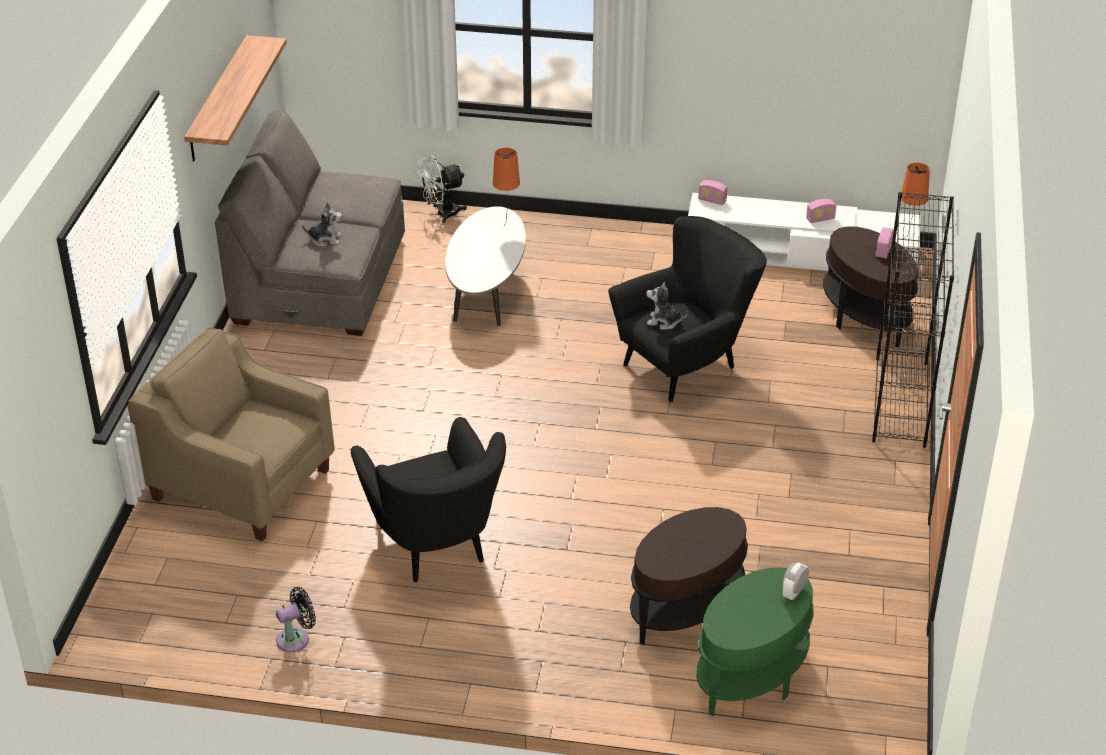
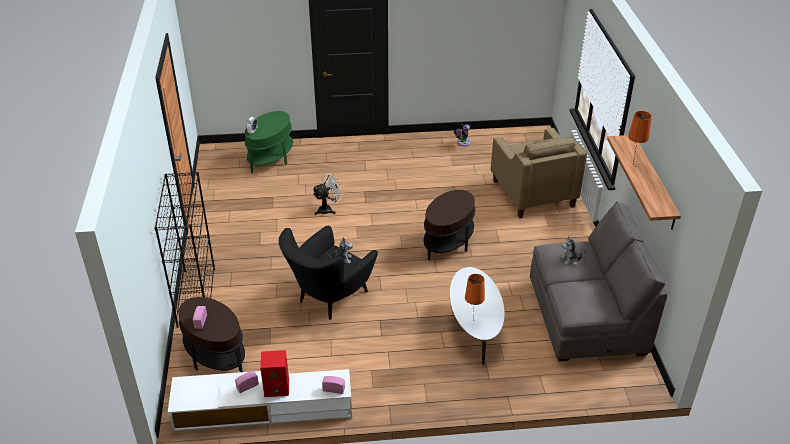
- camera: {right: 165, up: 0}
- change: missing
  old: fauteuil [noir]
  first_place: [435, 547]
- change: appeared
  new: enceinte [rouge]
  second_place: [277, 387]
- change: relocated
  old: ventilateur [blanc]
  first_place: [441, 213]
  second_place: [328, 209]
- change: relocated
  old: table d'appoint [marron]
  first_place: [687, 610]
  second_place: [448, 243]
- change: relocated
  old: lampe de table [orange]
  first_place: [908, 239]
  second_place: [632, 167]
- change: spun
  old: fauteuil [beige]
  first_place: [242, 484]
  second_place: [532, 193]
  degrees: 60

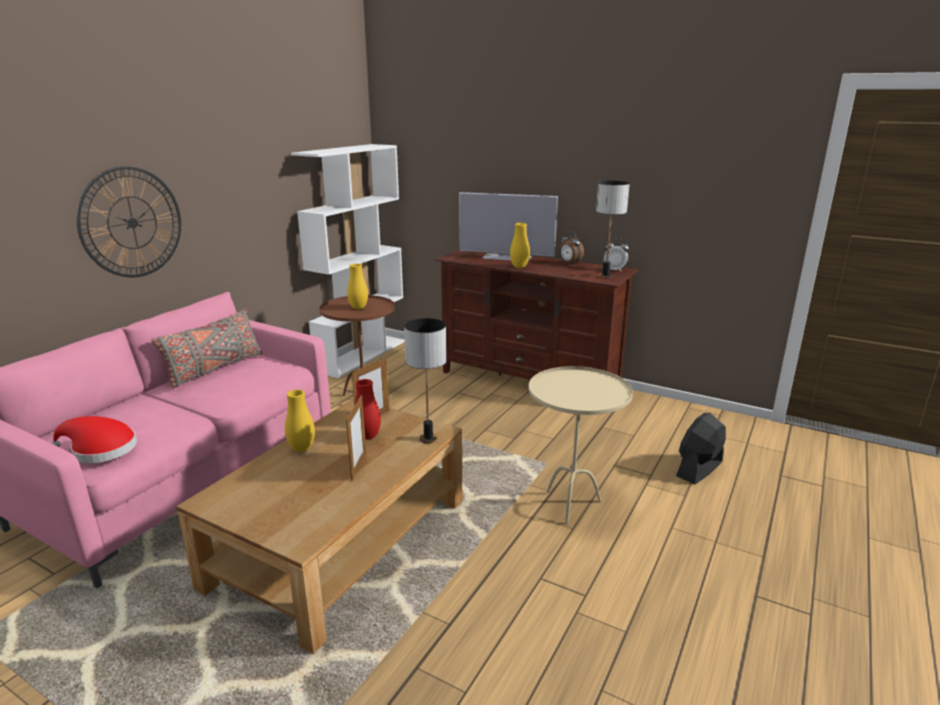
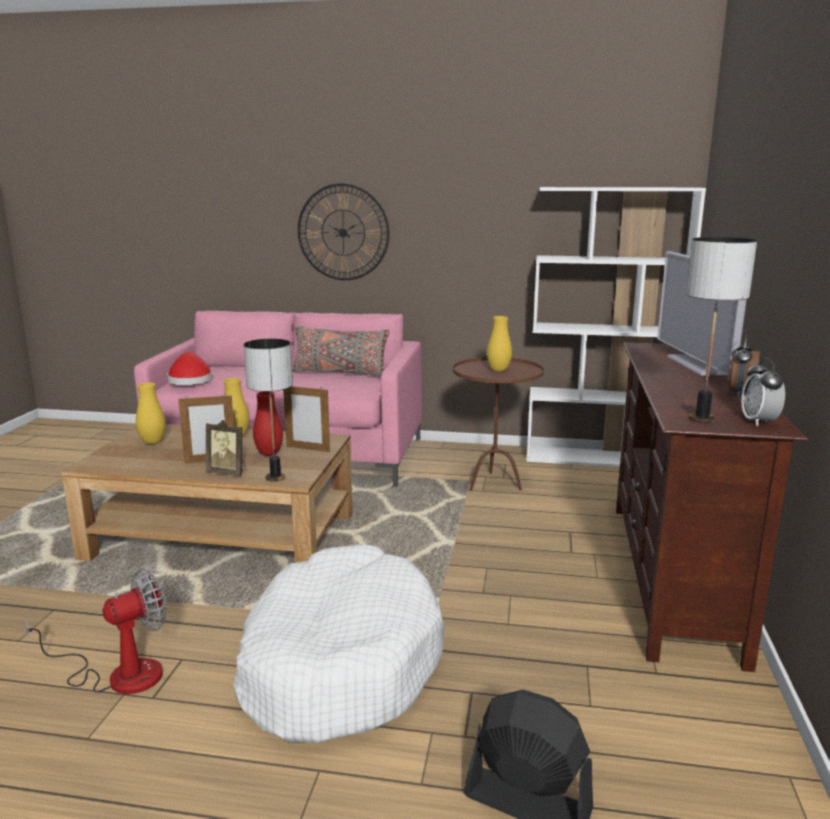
- camera: {right: 70, up: -5}
- change: appeared
  new: ventilateur
  second_place: [119, 674]
- change: appeared
  new: cadre photo
  second_place: [228, 472]
- change: relocated
  old: vase [jaune]
  first_place: [519, 267]
  second_place: [153, 442]
- change: exchanged
  old: table d'appoint [beige]
  new: panier pour chien [blanc]
  first_place: [571, 505]
  second_place: [339, 662]

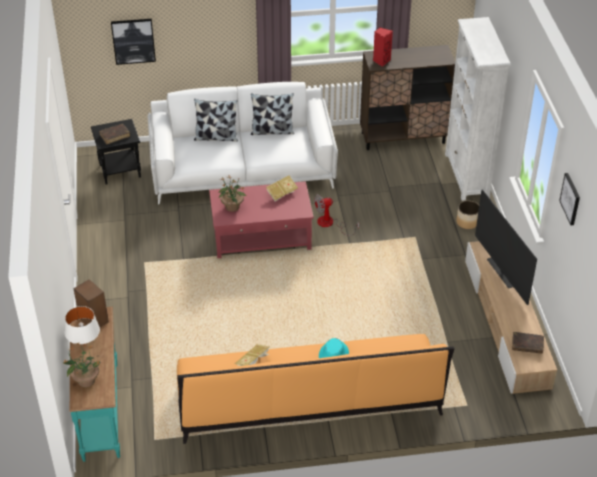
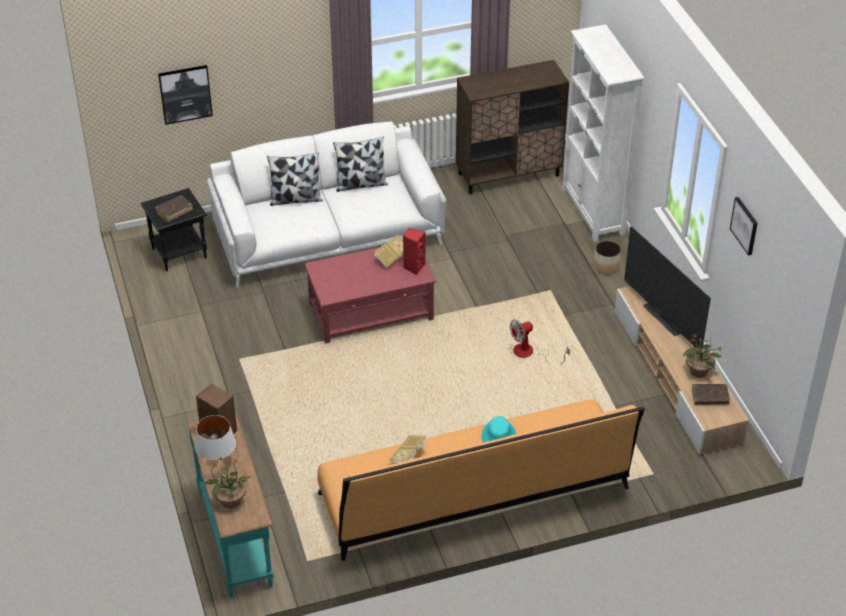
- camera: {right: -10, up: 0}
- change: relocated
  old: plante en pot
  first_place: [232, 207]
  second_place: [699, 372]
- change: relocated
  old: ventilateur
  first_place: [330, 224]
  second_place: [530, 353]
- change: relocated
  old: enceinte [rouge]
  first_place: [381, 61]
  second_place: [413, 267]

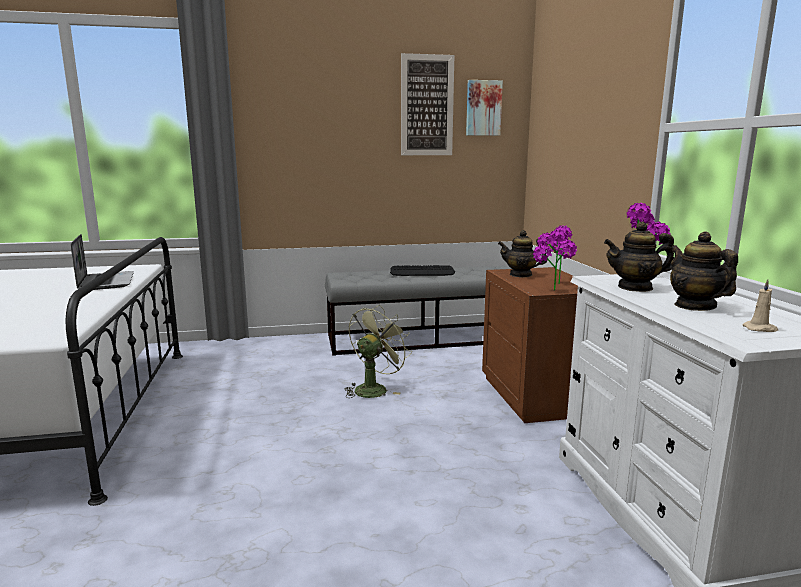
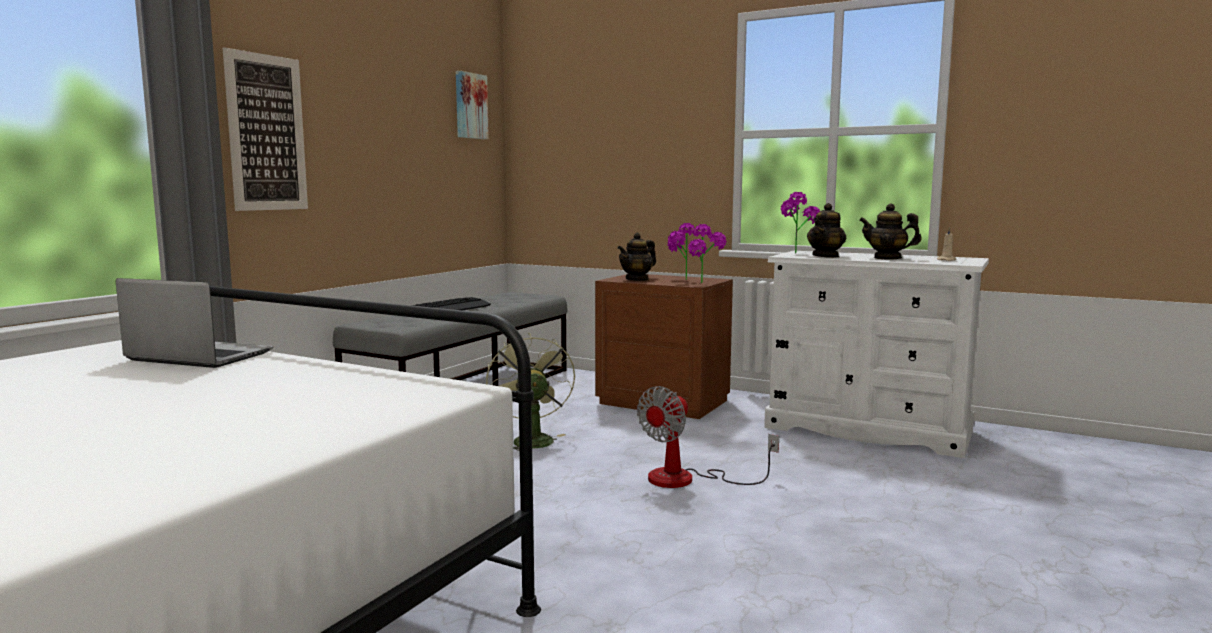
- camera: {right: -50, up: -5}
- change: appeared
  new: ventilateur
  second_place: [687, 479]
- change: relocated
  old: tableau
  first_place: [427, 105]
  second_place: [266, 133]

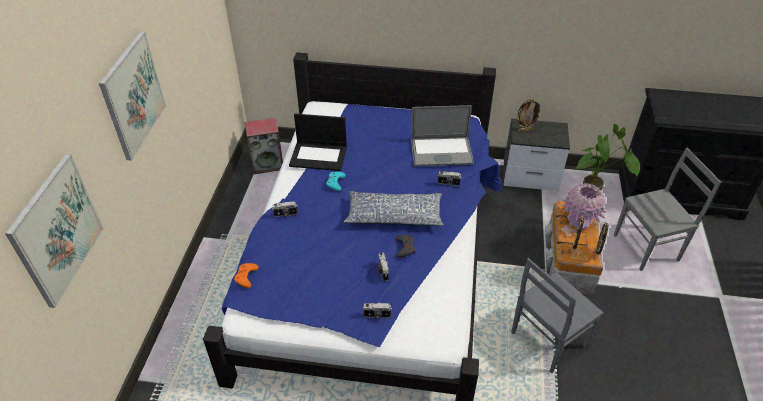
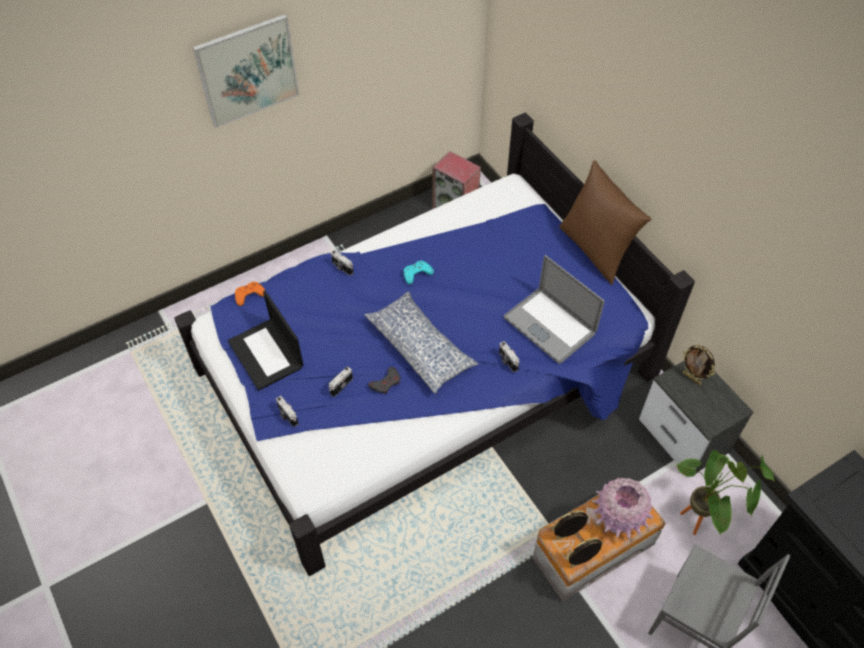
- camera: {right: 50, up: 10}
- change: missing
  old: tableau
  first_place: [57, 230]
- change: missing
  old: chaise [gris]
  first_place: [546, 340]
- change: appeared
  new: coussin [marron]
  second_place: [596, 250]
- change: relocated
  old: ordinateur portable
  first_place: [319, 156]
  second_place: [267, 354]

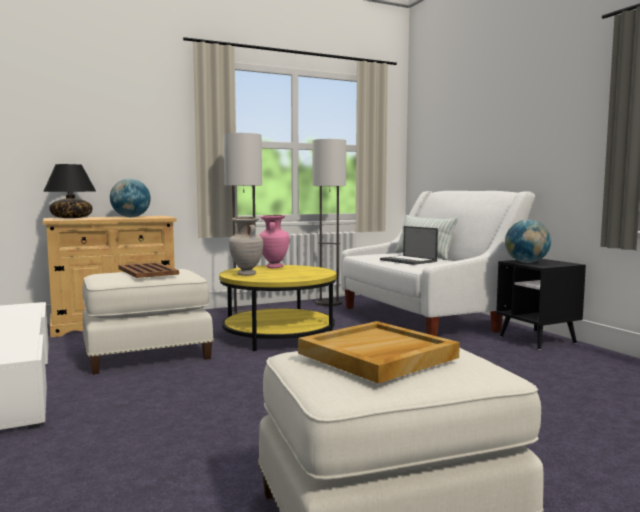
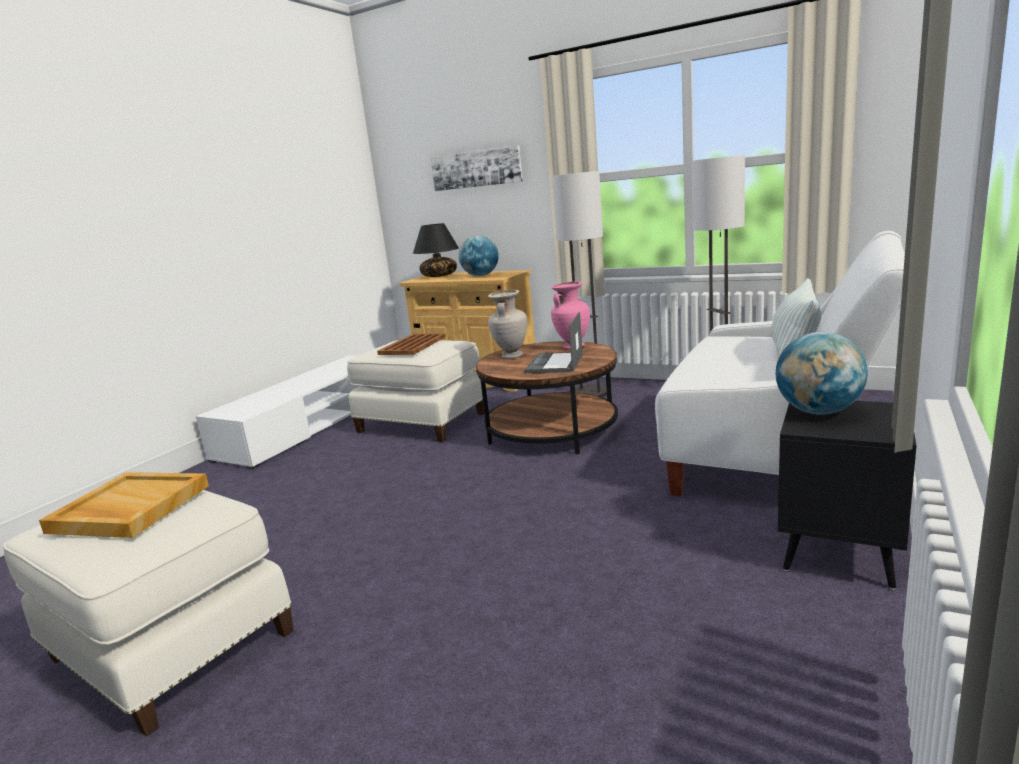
- camera: {right: 55, up: 10}
- change: appeared
  new: tableau
  second_place: [476, 169]
- change: relocated
  old: ordinateur portable
  first_place: [409, 261]
  second_place: [555, 364]
- change: colour
  old: table basse [jaune]
  new: table basse [marron]
  first_place: [279, 335]
  second_place: [552, 430]

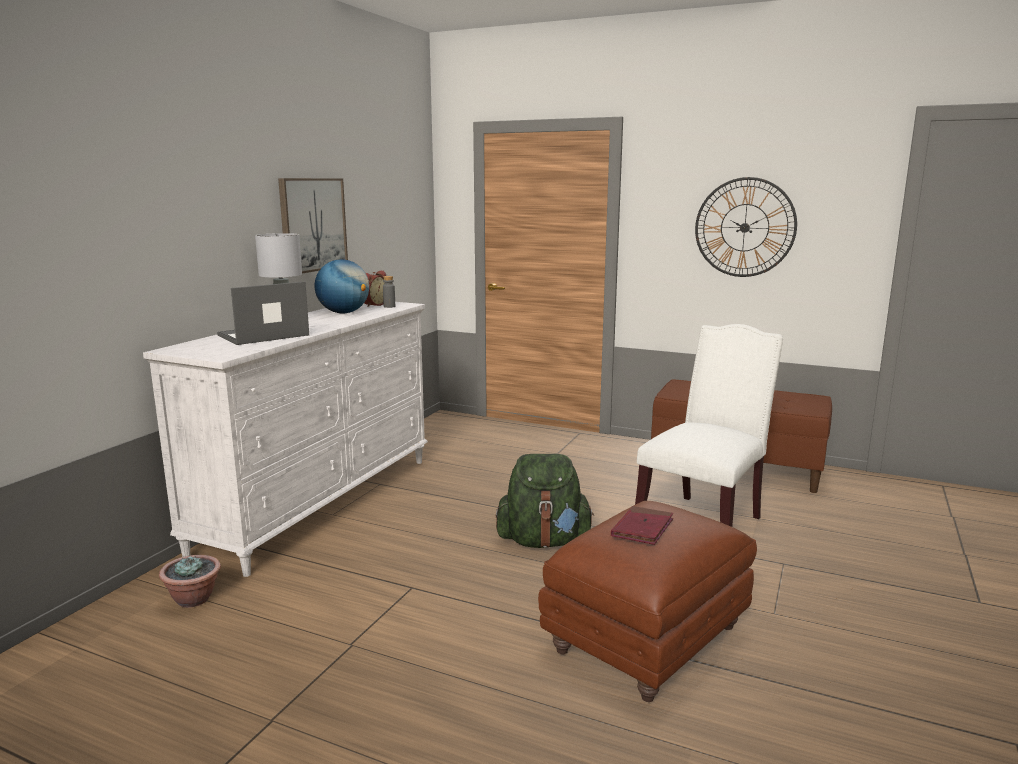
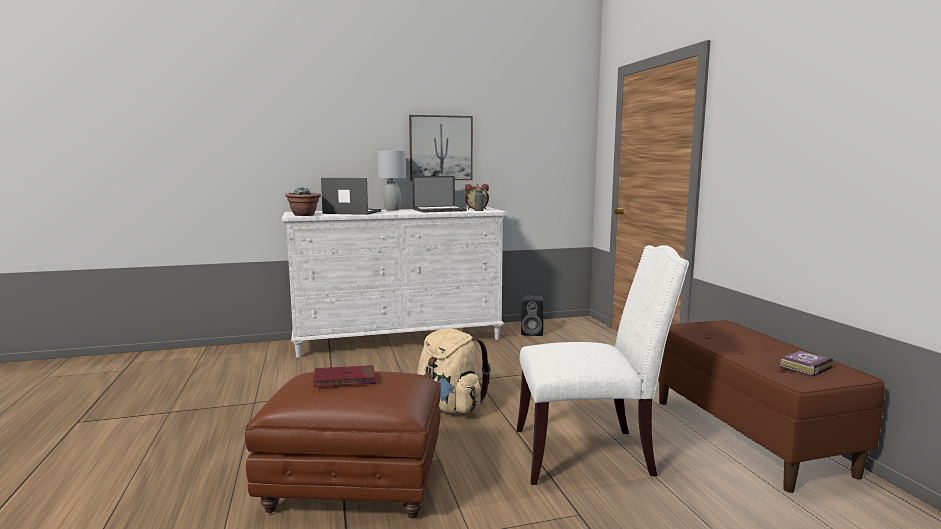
- camera: {right: 50, up: -5}
- change: missing
  old: horloge murale
  first_place: [744, 227]
- change: appeared
  new: enceinte [noir]
  second_place: [533, 333]
- change: appeared
  new: livre
  second_place: [803, 367]
- change: relocated
  old: plante en pot
  first_place: [194, 599]
  second_place: [304, 215]
- change: exchanged
  old: globe
  new: ordinateur portable
  first_place: [343, 313]
  second_place: [439, 210]
- change: colour
  old: sac à dos [vert]
  new: sac à dos [beige]
  first_place: [543, 541]
  second_place: [450, 407]

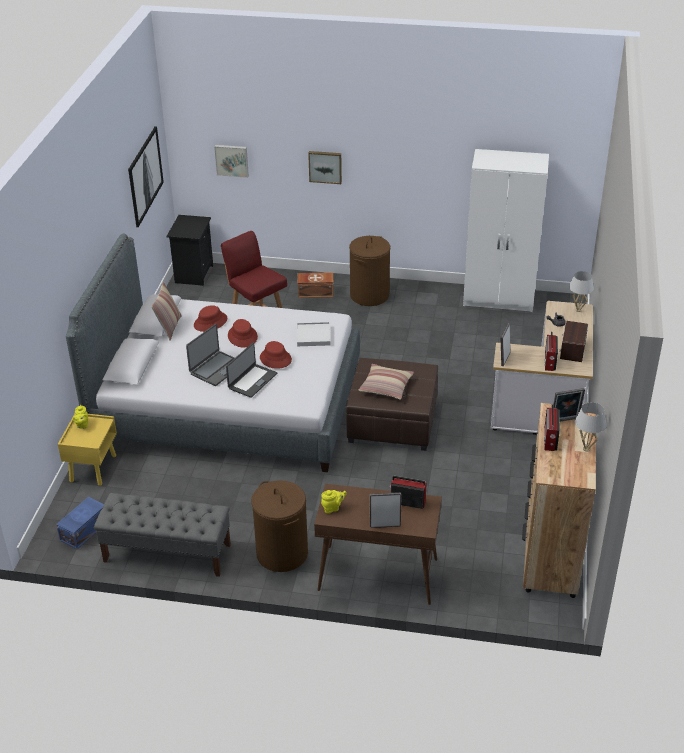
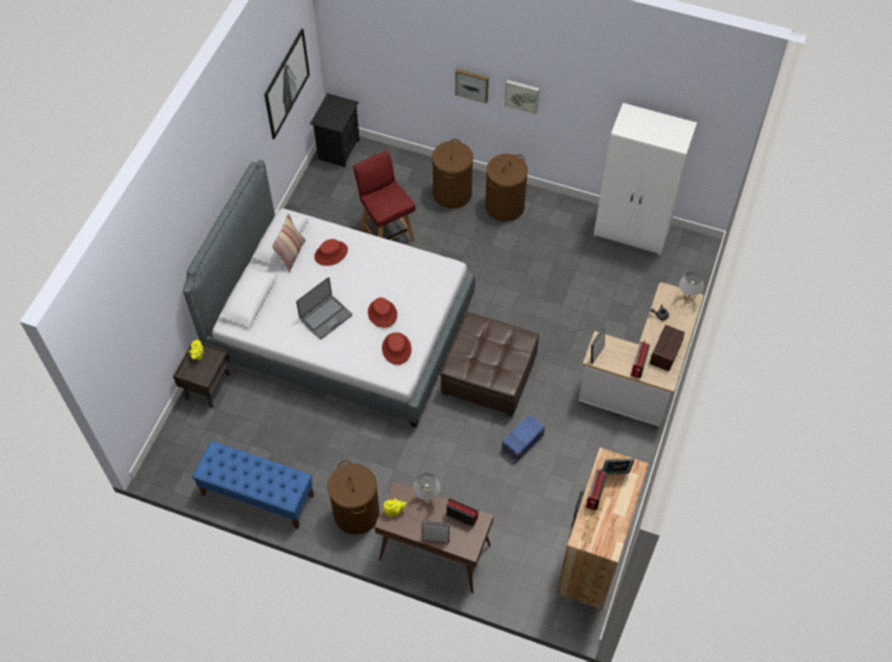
- camera: {right: 10, up: 20}
- change: missing
  old: ordinateur portable
  first_place: [252, 381]
- change: missing
  old: plateau [blanc]
  first_place: [313, 336]
- change: missing
  old: coussin
  first_place: [386, 386]
- change: relocated
  old: boîte de rangement [bleu]
  first_place: [83, 531]
  second_place: [521, 442]
- change: relocated
  old: tableau
  first_place: [232, 160]
  second_place: [522, 95]
- change: relocated
  old: chapeau [rouge]
  first_place: [242, 336]
  second_place: [396, 349]
- change: relocated
  old: lampe de table [blanc]
  first_place: [586, 449]
  second_place: [427, 500]
- change: exchanged
  old: boîte de rangement [marron]
  new: panier à linge [marron]
  first_place: [315, 292]
  second_place: [452, 193]
- change: colour
  old: table de chevet [jaune]
  new: table de chevet [marron]
  first_place: [93, 468]
  second_place: [208, 385]
- change: colour
  old: banc [gris]
  new: banc [bleu]
  first_place: [167, 553]
  second_place: [257, 495]

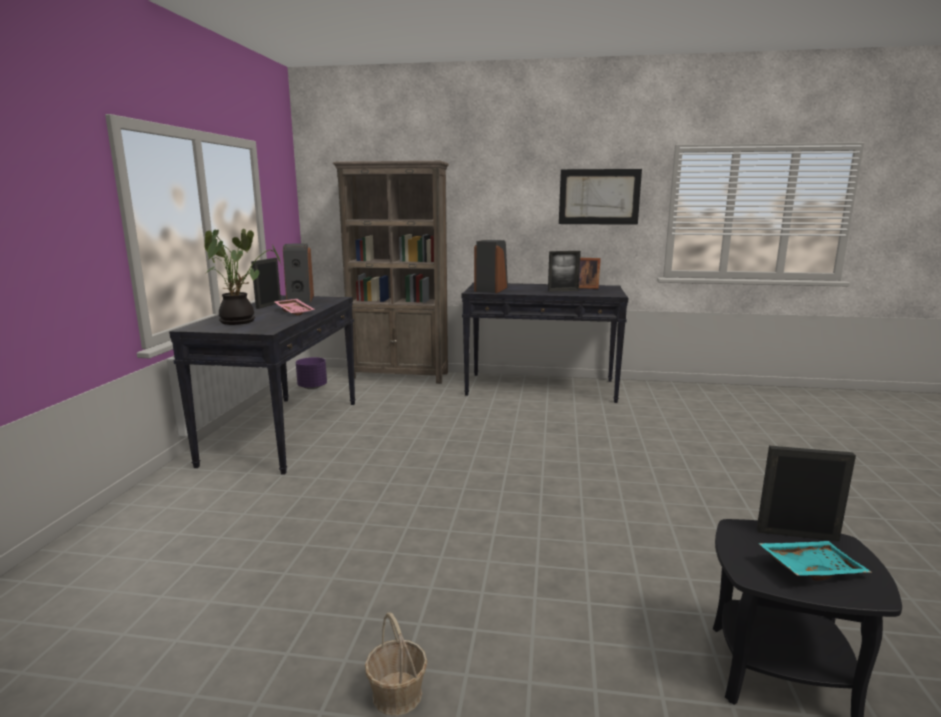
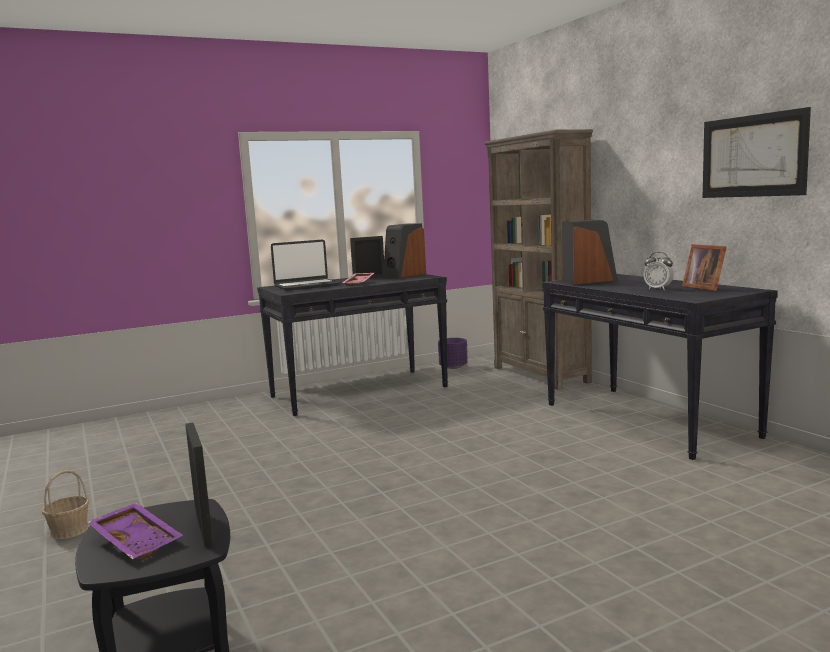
- camera: {right: 55, up: -5}
- change: exchanged
  old: plante en pot
  new: ordinateur portable
  first_place: [241, 321]
  second_place: [306, 286]
- change: exchanged
  old: cadre photo
  new: réveil
  first_place: [563, 290]
  second_place: [658, 289]
- change: colour
  old: plateau [turquoise]
  new: plateau [violet]
  first_place: [810, 568]
  second_place: [138, 541]

